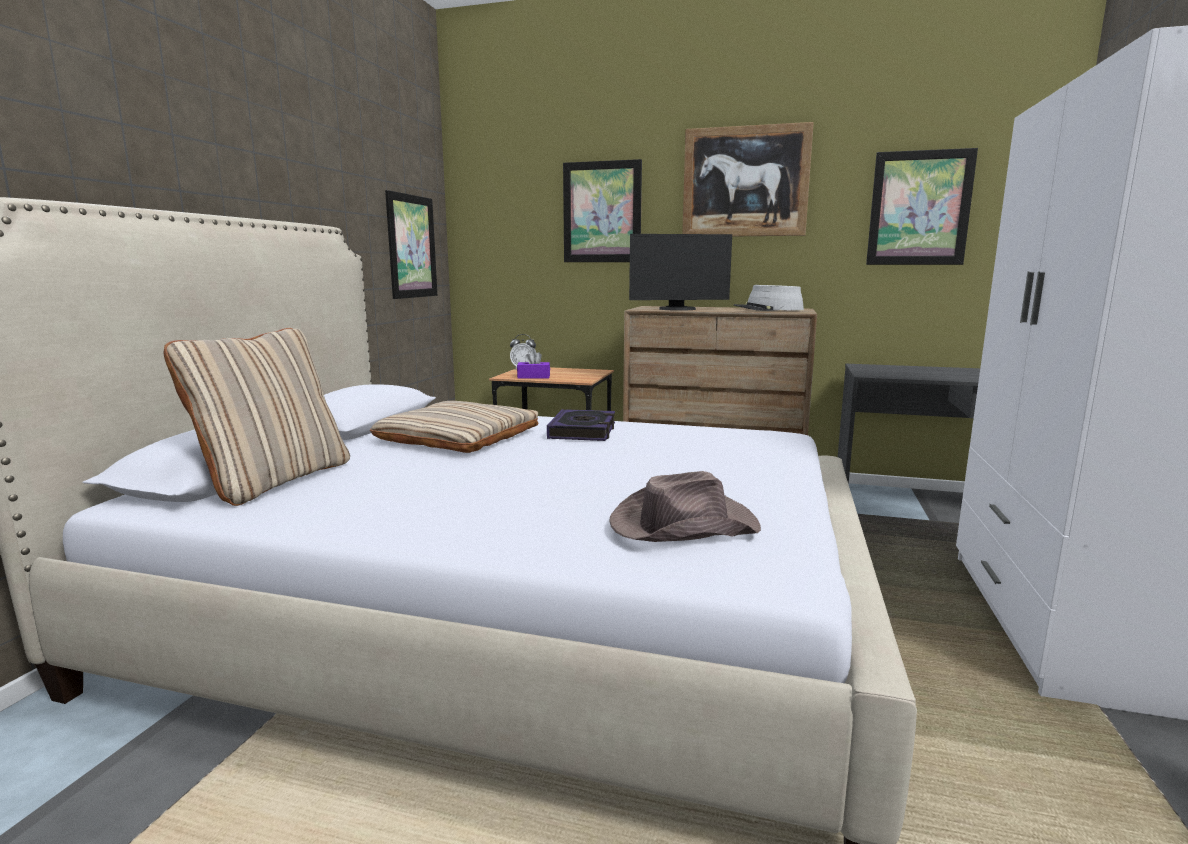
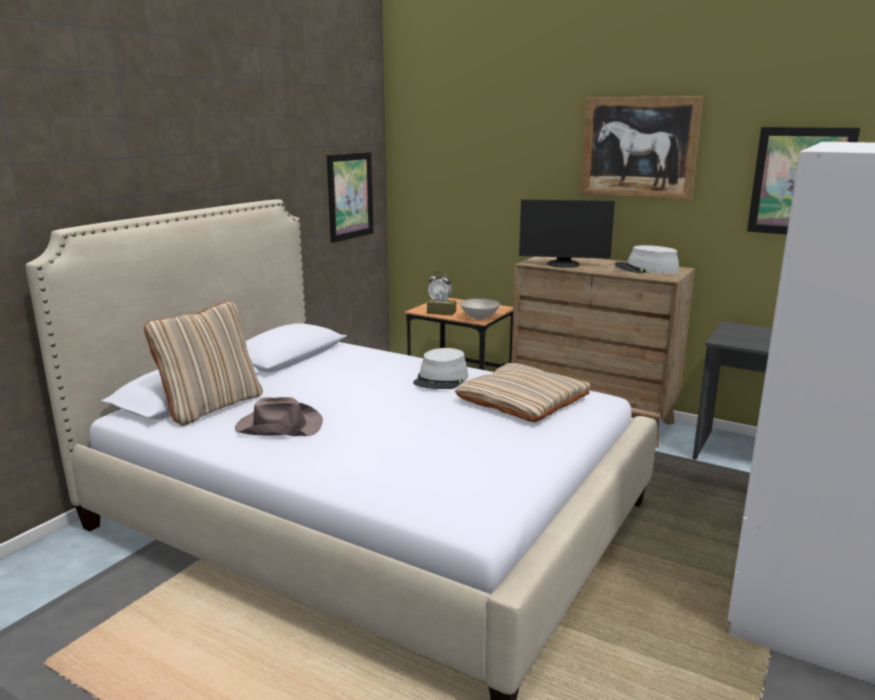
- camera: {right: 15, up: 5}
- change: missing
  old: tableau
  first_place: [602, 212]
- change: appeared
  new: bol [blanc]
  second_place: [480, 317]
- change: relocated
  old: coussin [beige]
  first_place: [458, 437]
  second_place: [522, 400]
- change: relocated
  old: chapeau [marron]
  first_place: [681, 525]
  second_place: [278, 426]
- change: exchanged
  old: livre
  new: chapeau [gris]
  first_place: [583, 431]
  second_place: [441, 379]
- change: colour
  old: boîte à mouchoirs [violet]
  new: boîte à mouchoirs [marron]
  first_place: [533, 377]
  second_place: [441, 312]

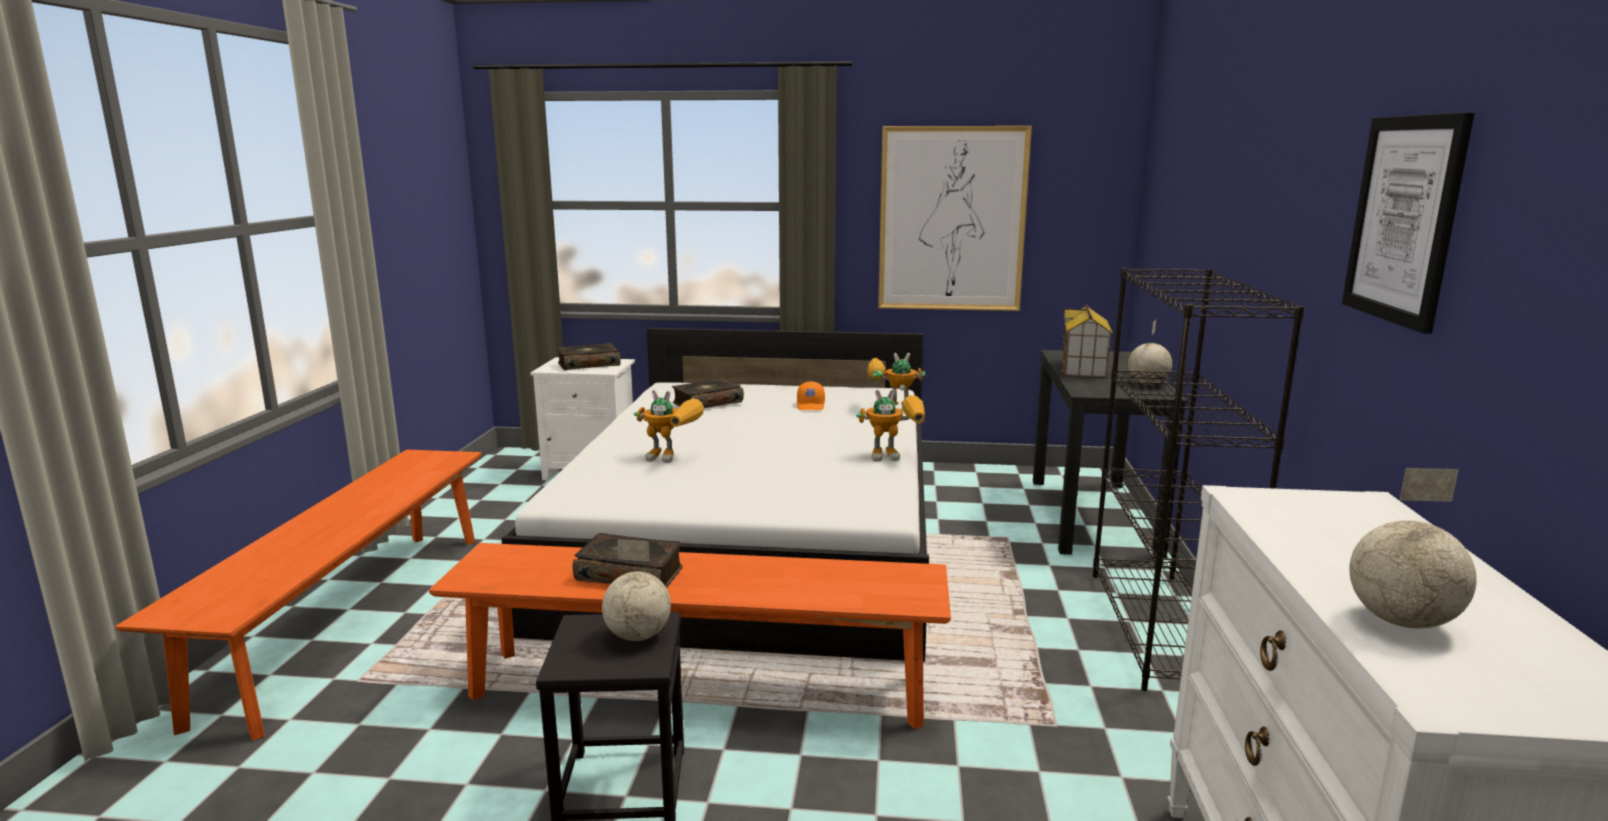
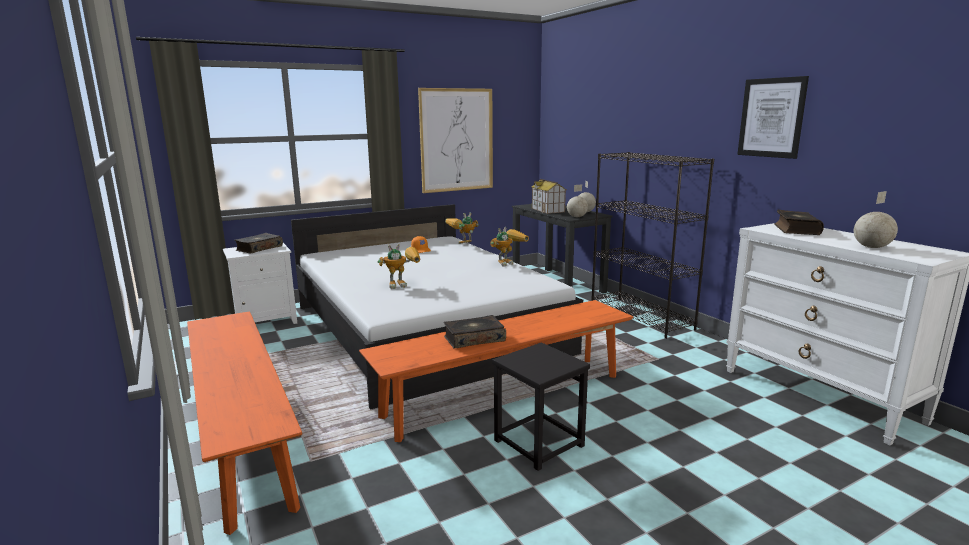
- camera: {right: -35, up: 0}
- change: relocated
  old: globe
  first_place: [637, 636]
  second_place: [576, 217]
- change: relocated
  old: livre
  first_place: [707, 403]
  second_place: [795, 230]

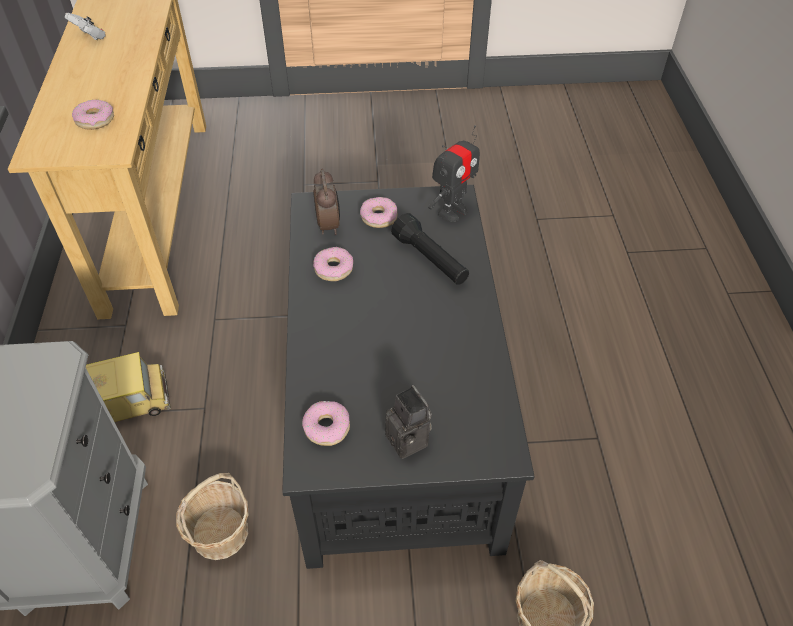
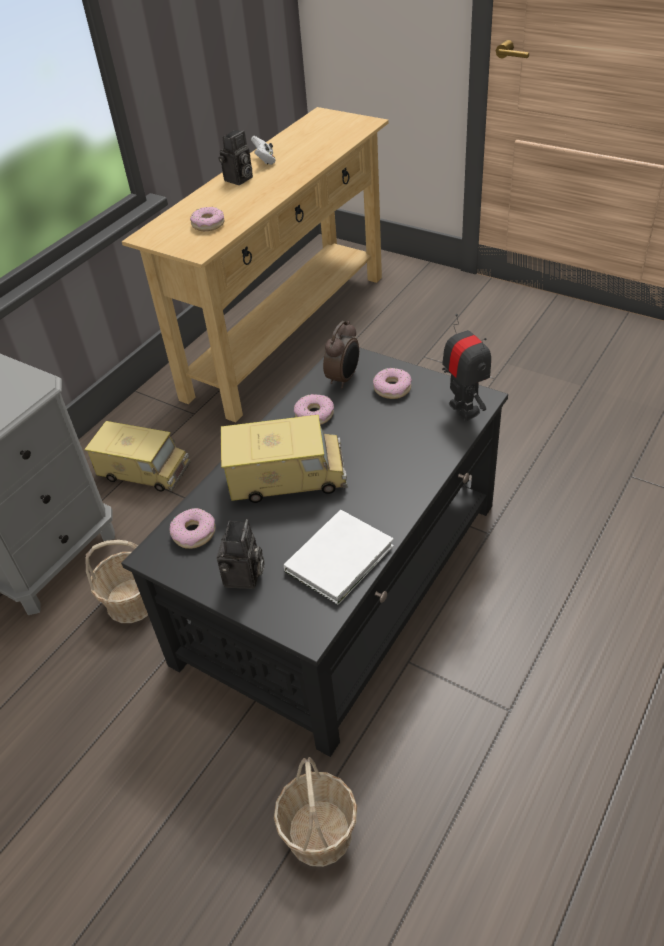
- camera: {right: 40, up: -5}
- change: missing
  old: lampe de poche [noir]
  first_place: [430, 260]
- change: appeared
  new: appareil photo
  second_place: [239, 180]
- change: appeared
  new: camion jouet
  second_place: [287, 477]
- change: appeared
  new: livre [blanc]
  second_place: [342, 557]
- change: spun
  old: robot jouet
  first_place: [452, 211]
  second_place: [464, 409]
  degrees: -105

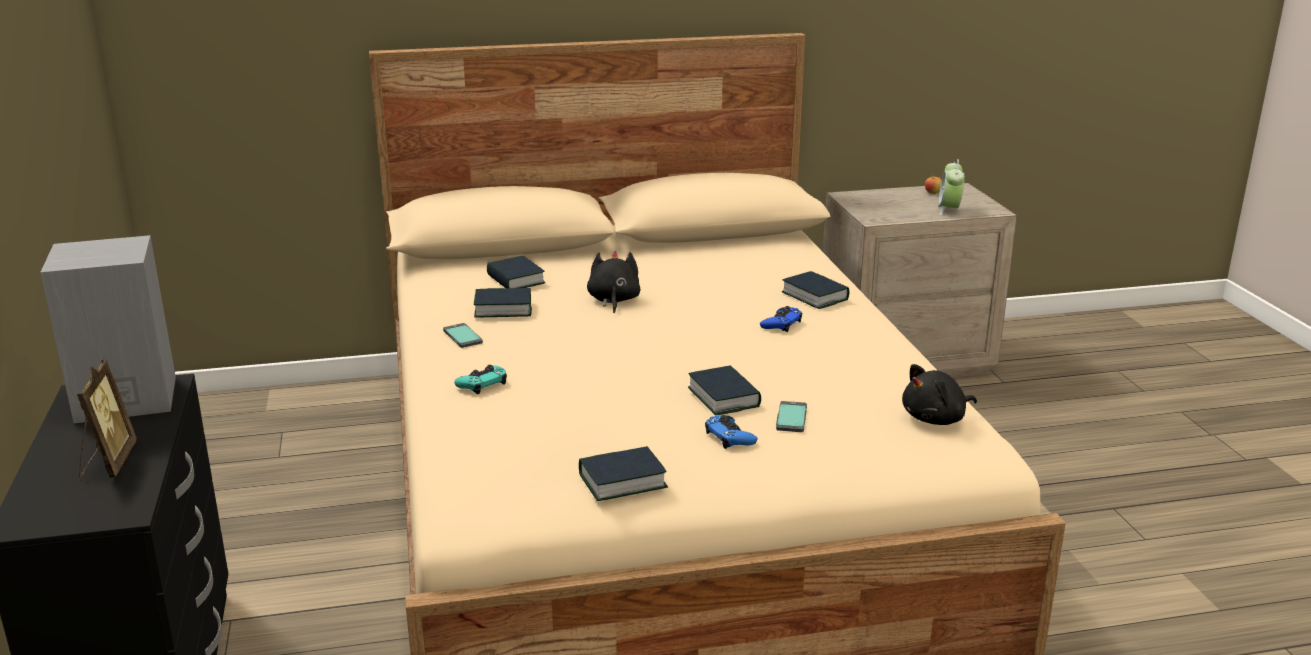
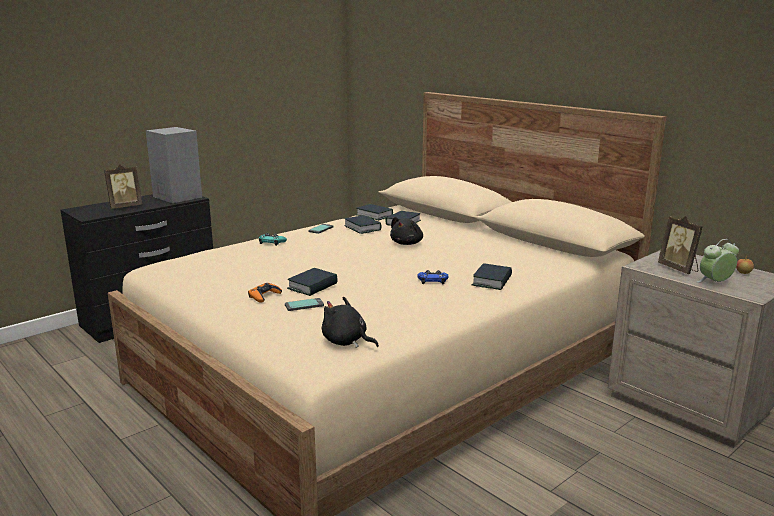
- camera: {right: 60, up: -5}
- change: appeared
  new: cadre photo
  second_place: [679, 269]
- change: relocated
  old: livre
  first_place: [622, 481]
  second_place: [374, 215]
- change: colour
  old: manette [bleu]
  new: manette [orange]
  first_place: [729, 437]
  second_place: [264, 296]
- change: spun
  old: peluche [noir]
  first_place: [613, 300]
  second_place: [407, 243]
  degrees: 150

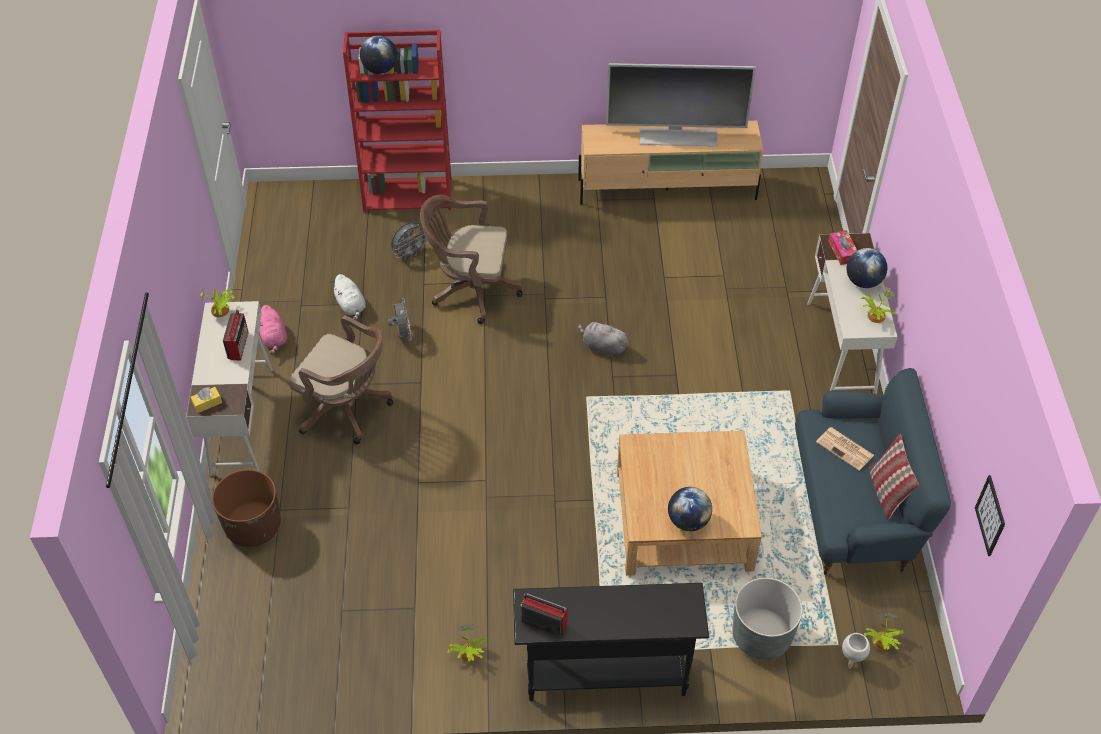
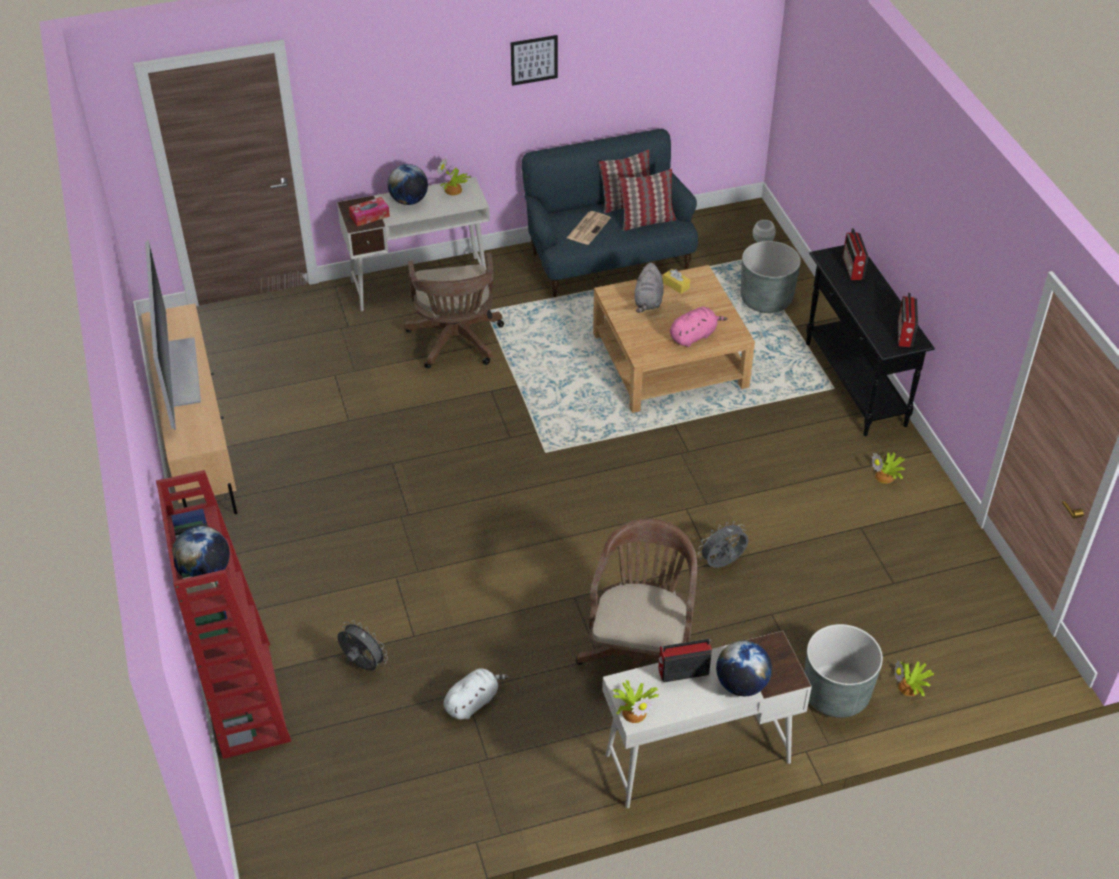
- camera: {right: -105, up: -5}
- change: appeared
  new: coussin
  second_place: [646, 221]
- change: appeared
  new: radio
  second_place: [853, 268]
- change: relocated
  old: boîte à mouchoirs [jaune]
  first_place: [207, 403]
  second_place: [676, 285]
- change: relocated
  old: peluche [rose]
  first_place: [274, 338]
  second_place: [694, 336]
- change: relocated
  old: ventilateur [gris]
  first_place: [402, 334]
  second_place: [723, 564]
- change: relocated
  old: chaise de bureau [marron]
  first_place: [470, 290]
  second_place: [456, 343]
- change: relocated
  old: peluche [gris]
  first_place: [602, 347]
  second_place: [648, 301]
- change: relocated
  old: globe
  first_place: [688, 521]
  second_place: [741, 684]
- change: relocated
  old: plante en pot
  first_place: [881, 642]
  second_place: [910, 688]
- change: relocated
  old: tableau
  first_place: [990, 515]
  second_place: [534, 60]
- change: colour
  old: cache-pot [marron]
  new: cache-pot [gris]
  first_place: [253, 526]
  second_place: [836, 693]

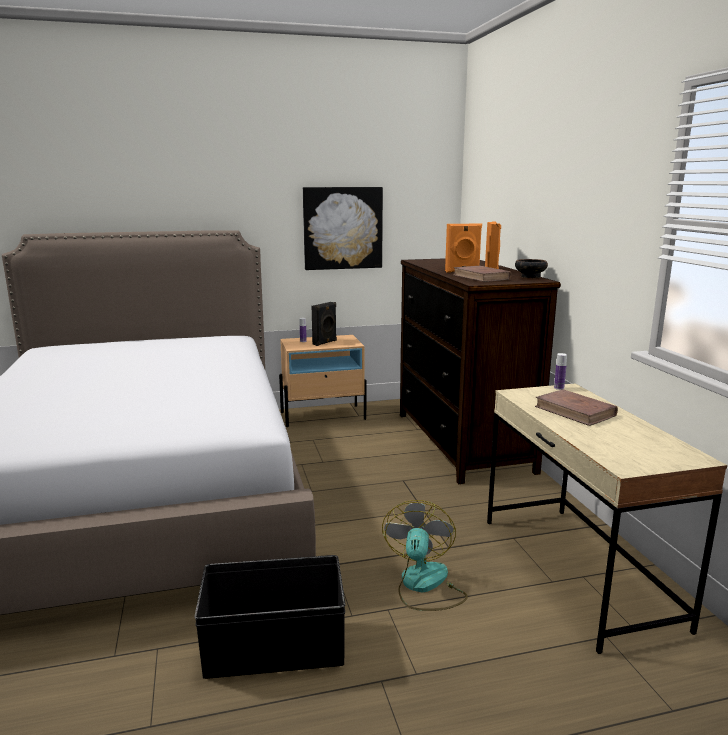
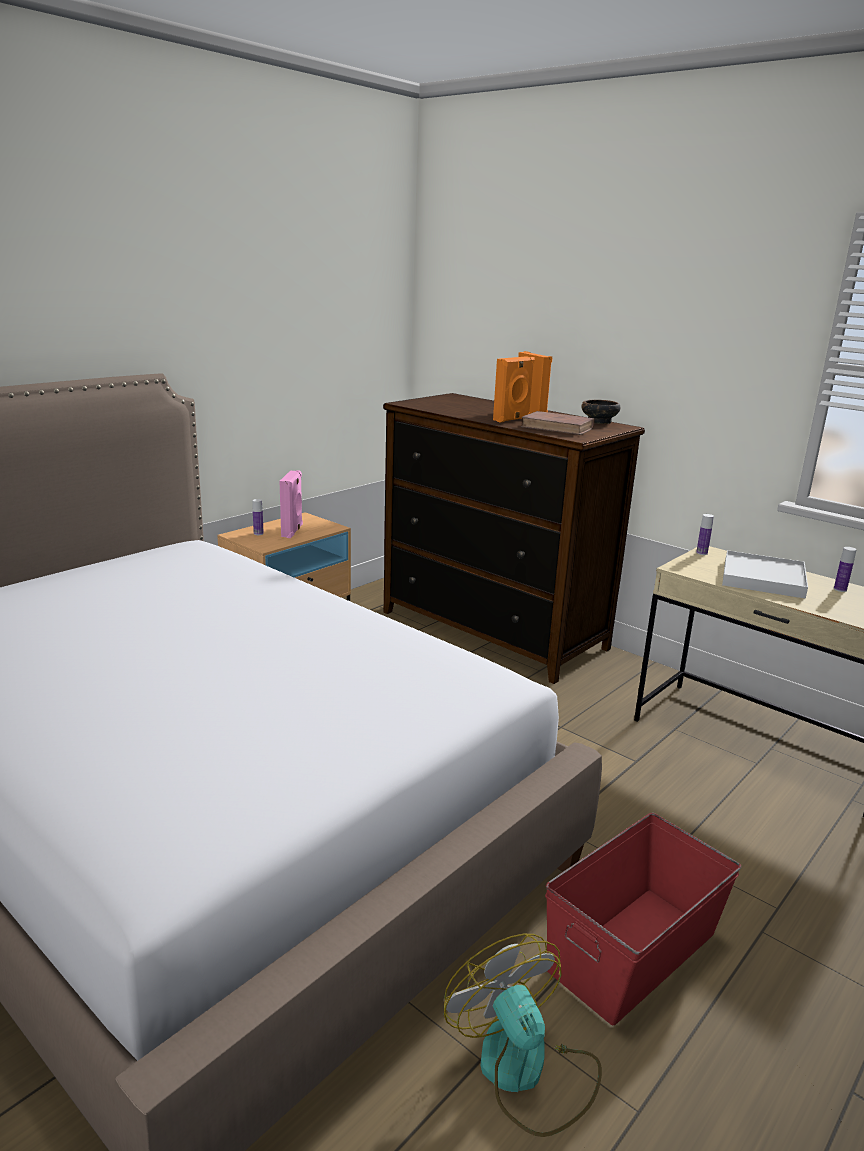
- camera: {right: -35, up: 5}
- change: missing
  old: tableau
  first_place: [342, 228]
- change: appeared
  new: bouteille
  second_place: [840, 589]
- change: relocated
  old: ventilateur
  first_place: [424, 585]
  second_place: [525, 1070]
- change: exchanged
  old: livre [marron]
  new: plateau [blanc]
  first_place: [575, 411]
  second_place: [762, 578]
- change: colour
  old: boîte de rangement [noir]
  new: boîte de rangement [rouge]
  first_place: [275, 649]
  second_place: [634, 951]
- change: colour
  old: enceinte [noir]
  new: enceinte [rose]
  first_place: [325, 342]
  second_place: [293, 531]

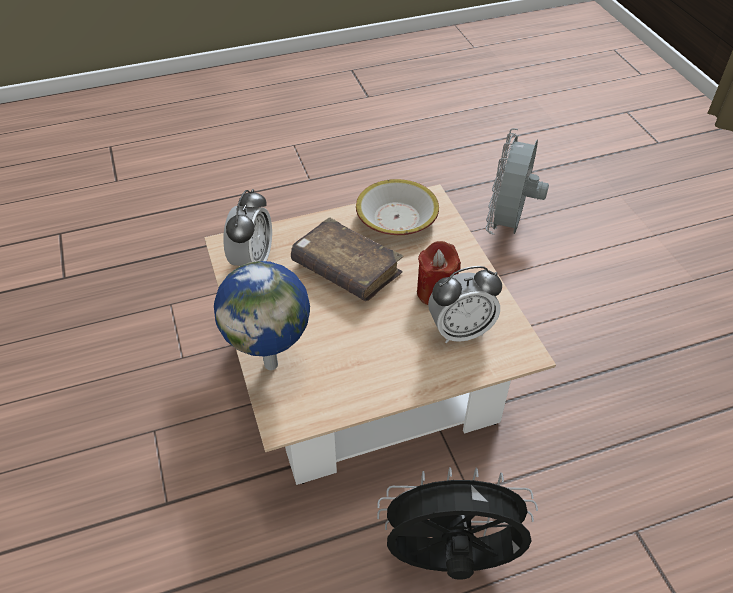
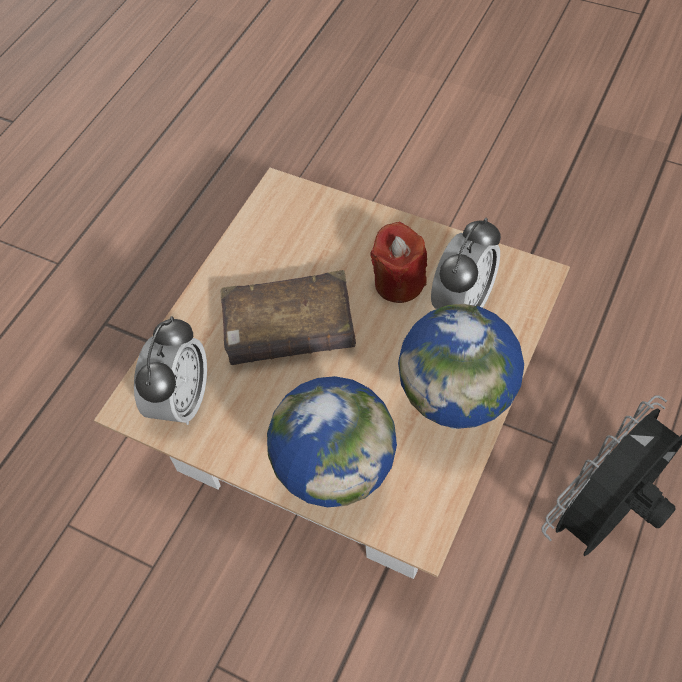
- camera: {right: -40, up: 10}
- change: missing
  old: bol
  first_place: [396, 218]
- change: missing
  old: ventilateur [gris]
  first_place: [508, 225]
- change: appeared
  new: globe
  second_place: [455, 419]
- change: spun
  old: réveil
  first_place: [252, 260]
  second_place: [182, 400]
  degrees: 45

